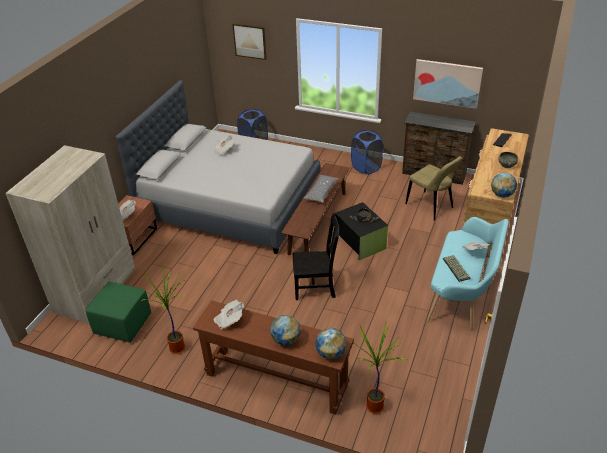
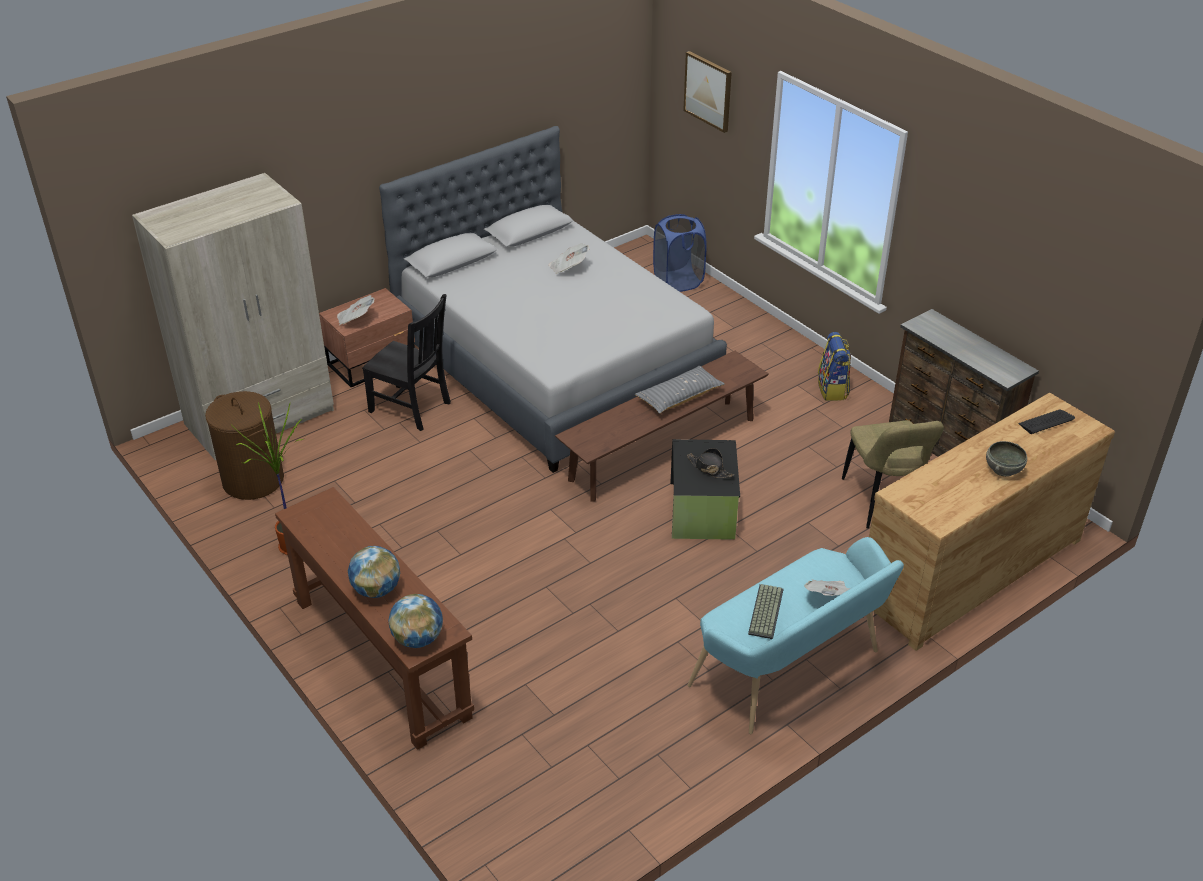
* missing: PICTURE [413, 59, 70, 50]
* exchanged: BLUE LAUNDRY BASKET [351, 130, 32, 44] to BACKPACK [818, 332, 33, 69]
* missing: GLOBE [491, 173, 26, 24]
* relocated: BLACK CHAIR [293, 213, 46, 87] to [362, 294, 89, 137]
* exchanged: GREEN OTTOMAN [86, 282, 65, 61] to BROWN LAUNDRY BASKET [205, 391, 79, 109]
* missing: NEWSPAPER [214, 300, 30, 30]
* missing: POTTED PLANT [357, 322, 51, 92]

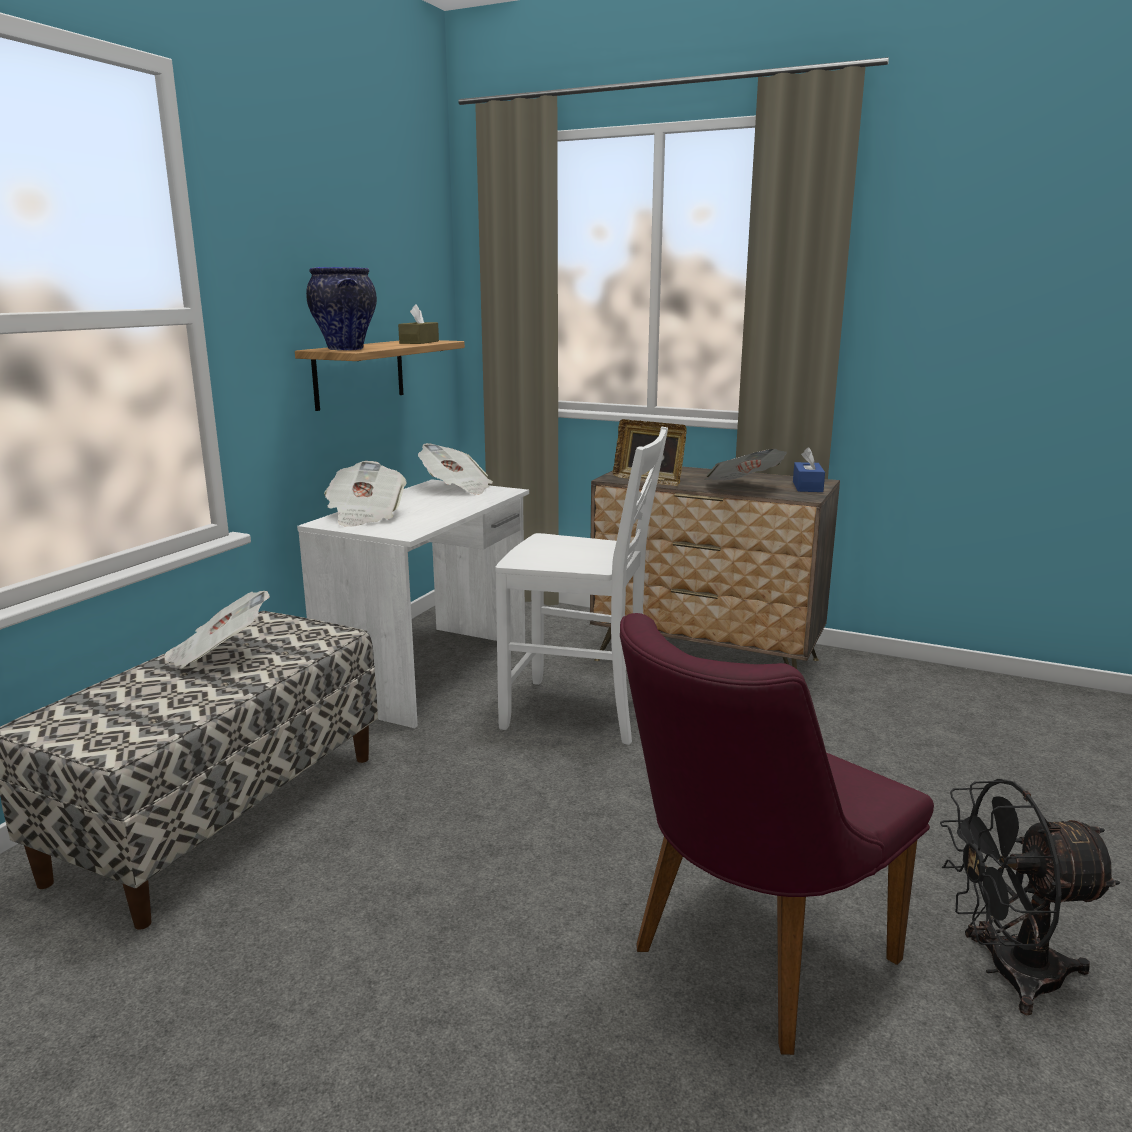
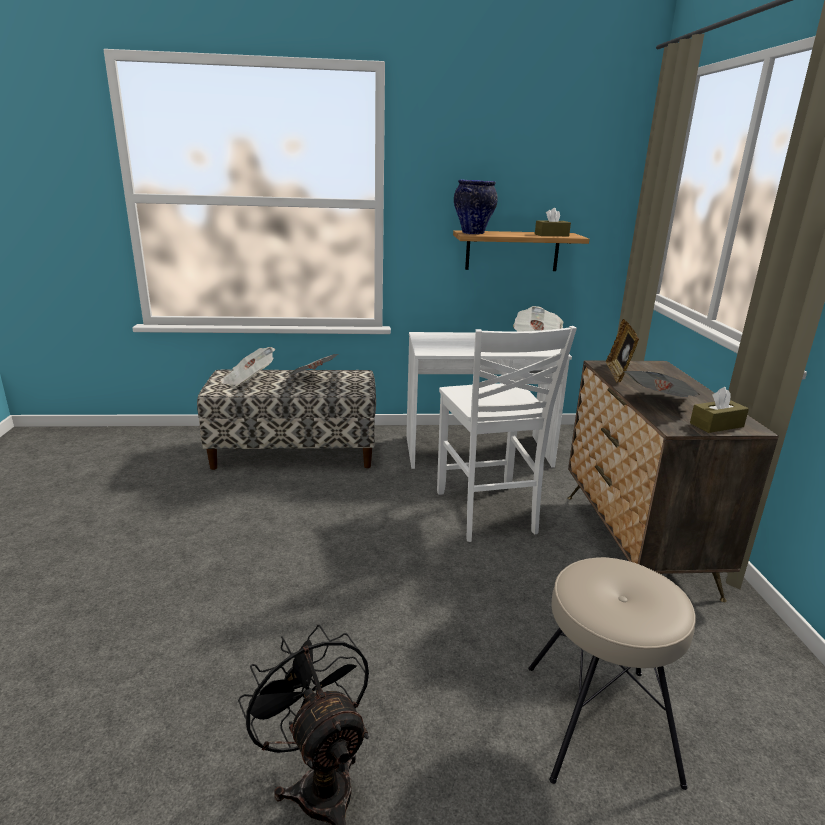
* colour: BLUE TISSUE BOX [793, 447, 32, 45] to BROWN TISSUE BOX [690, 387, 59, 46]
* relocated: NEWSPAPER [324, 461, 83, 66] to [220, 347, 55, 39]
* missing: PURPLE CHAIR [620, 613, 314, 442]
* appeared: BEIGE STOOL [528, 557, 168, 233]

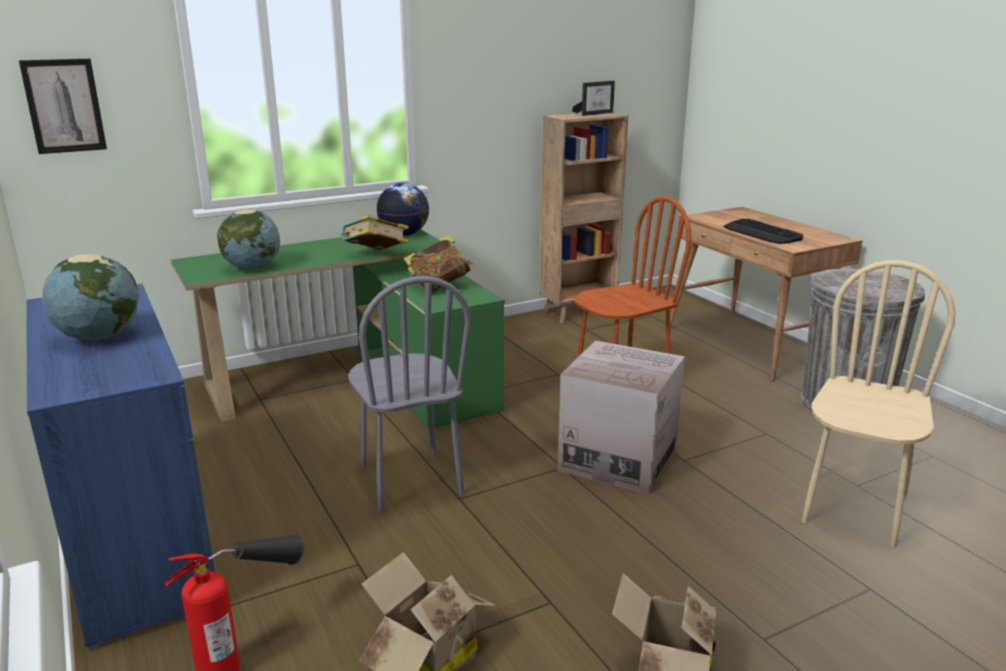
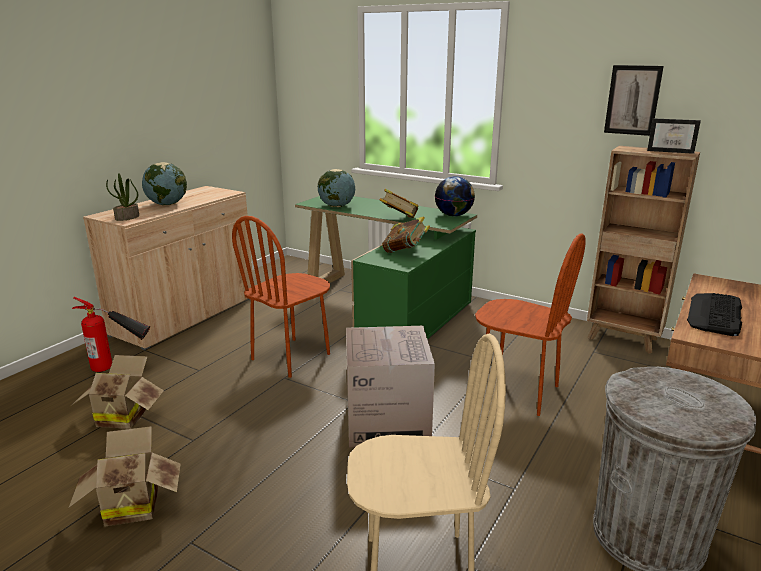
* relocated: PICTURE [19, 59, 88, 95] to [604, 65, 60, 71]
* colour: GREY CHAIR [348, 276, 123, 237] to BROWN CHAIR [232, 216, 98, 162]
* colour: BLUE CABINET [26, 283, 189, 368] to BEIGE CABINET [83, 186, 170, 164]
* appeared: POTTED PLANT [106, 173, 33, 48]

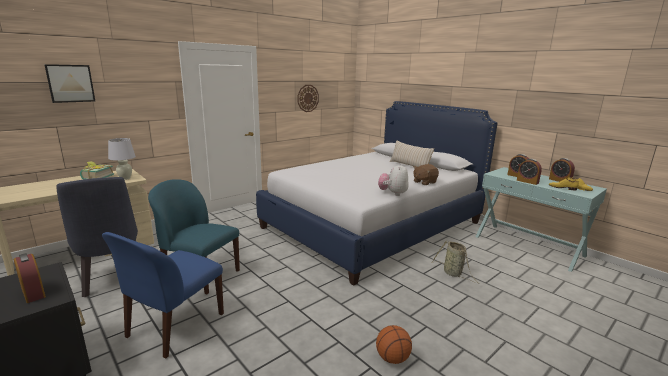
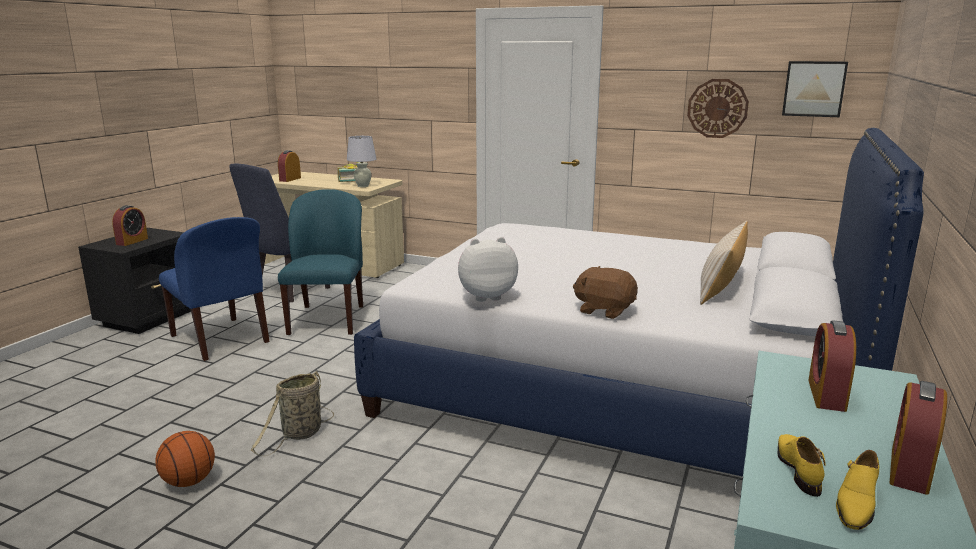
* relocated: PICTURE [44, 64, 51, 39] to [782, 61, 66, 56]
* relocated: ALARM CLOCK [517, 159, 25, 26] to [278, 150, 23, 32]
* spun: BLUE CHAIR [102, 232, 122, 127] = [159, 217, 111, 144] 135 degrees counterclockwise
* relocated: BASKET [432, 241, 47, 43] to [251, 371, 83, 85]

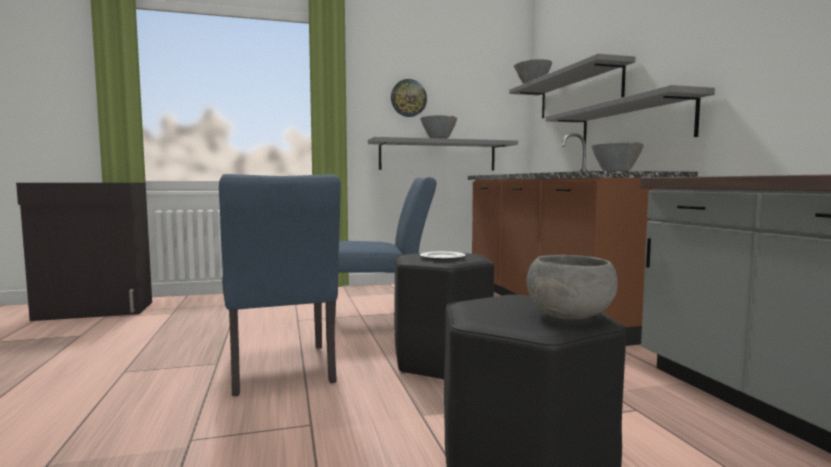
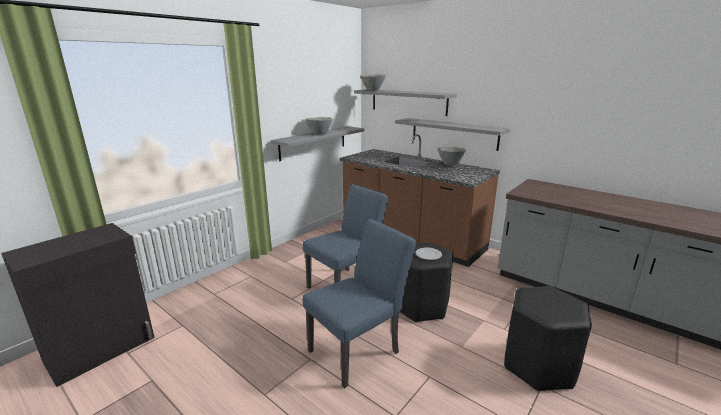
* missing: WALL CLOCK [391, 79, 36, 38]
* spun: BLUE CHAIR [219, 174, 122, 222] = [303, 219, 113, 169] 75 degrees counterclockwise
* missing: GREY BOWL [527, 255, 91, 64]

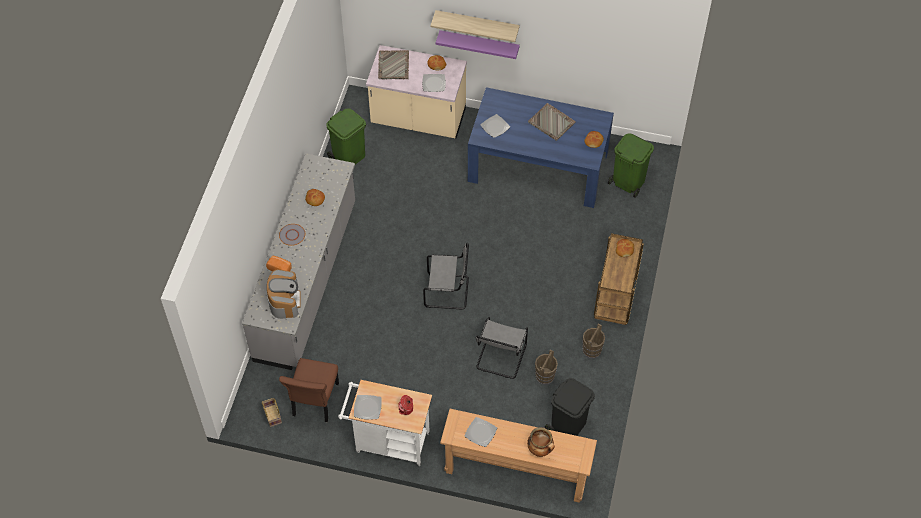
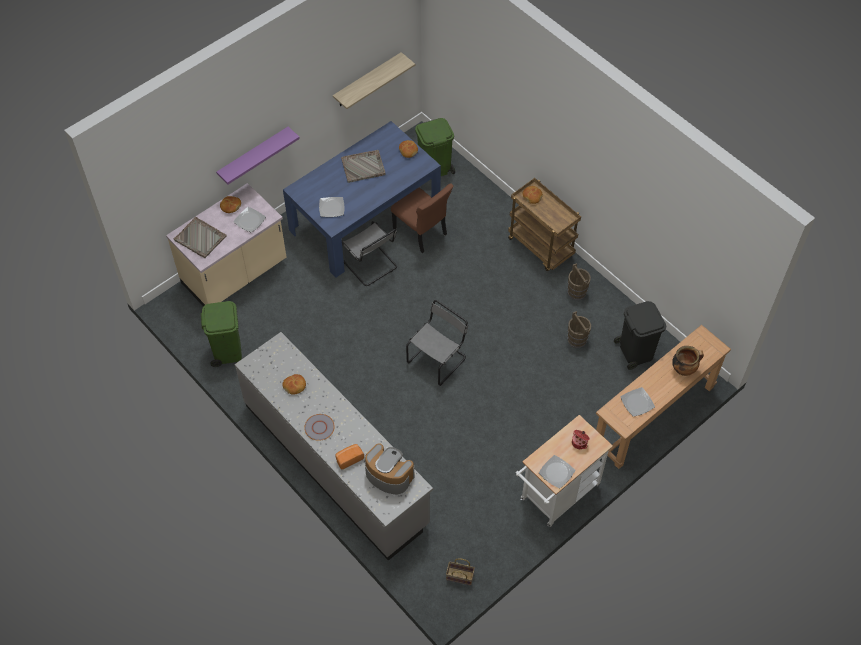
* relocated: SHELF [430, 10, 90, 32] to [333, 52, 82, 57]
* relocated: GREY CHAIR [476, 317, 52, 62] to [342, 221, 55, 65]
* relocated: BROWN CHAIR [279, 358, 60, 64] to [391, 183, 62, 70]

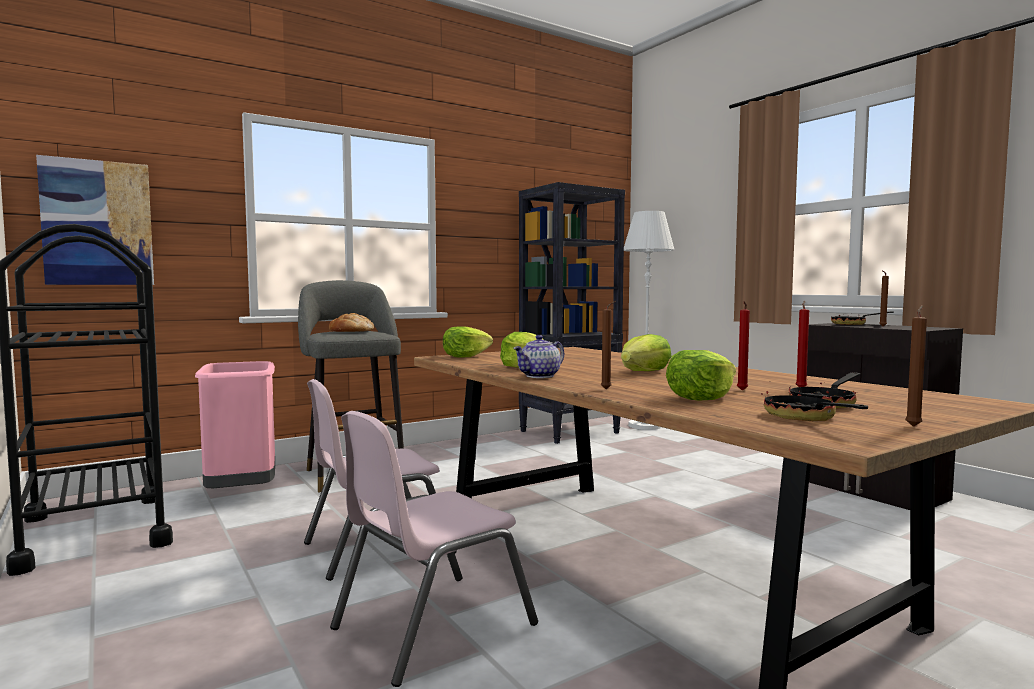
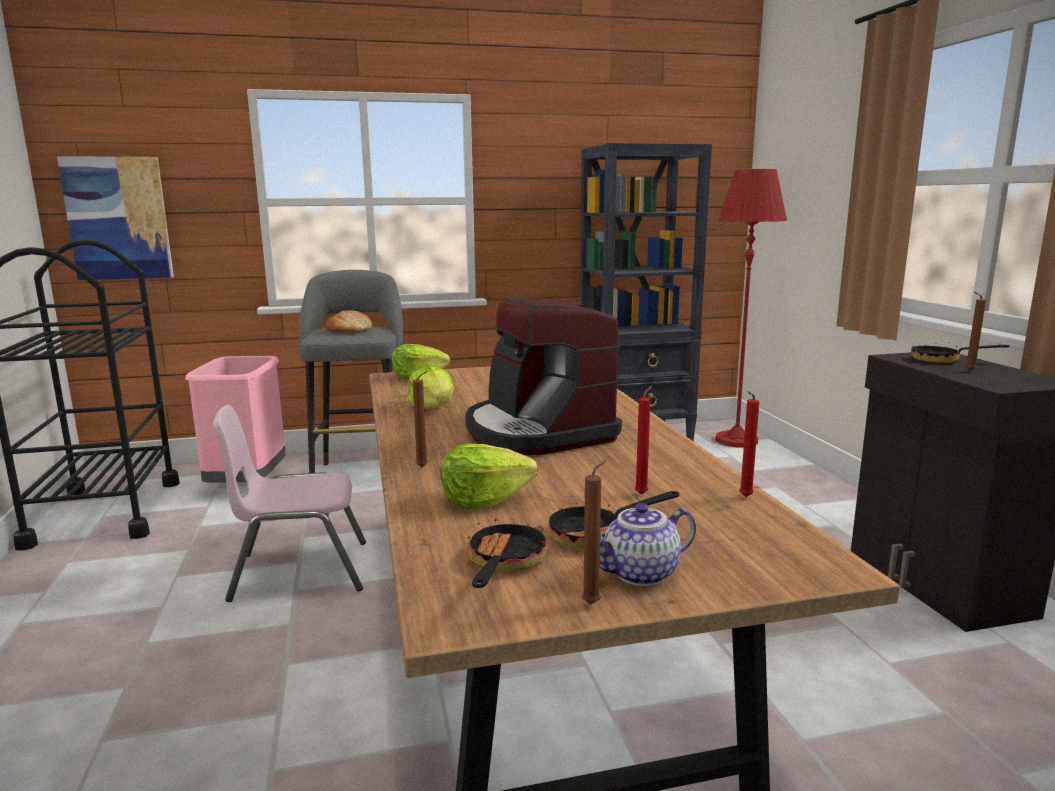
* colour: WHITE FLOOR LAMP [624, 211, 51, 219] to RED FLOOR LAMP [715, 169, 72, 279]
* relocated: RED CANDLE [737, 301, 13, 90] to [739, 391, 20, 106]
* exchanged: LETTUCE [621, 334, 50, 37] to COFFEE MACHINE [465, 297, 157, 158]
* relocated: TEAPOT [513, 335, 51, 43] to [600, 503, 96, 83]
* missing: PINK CHAIR [330, 411, 208, 276]

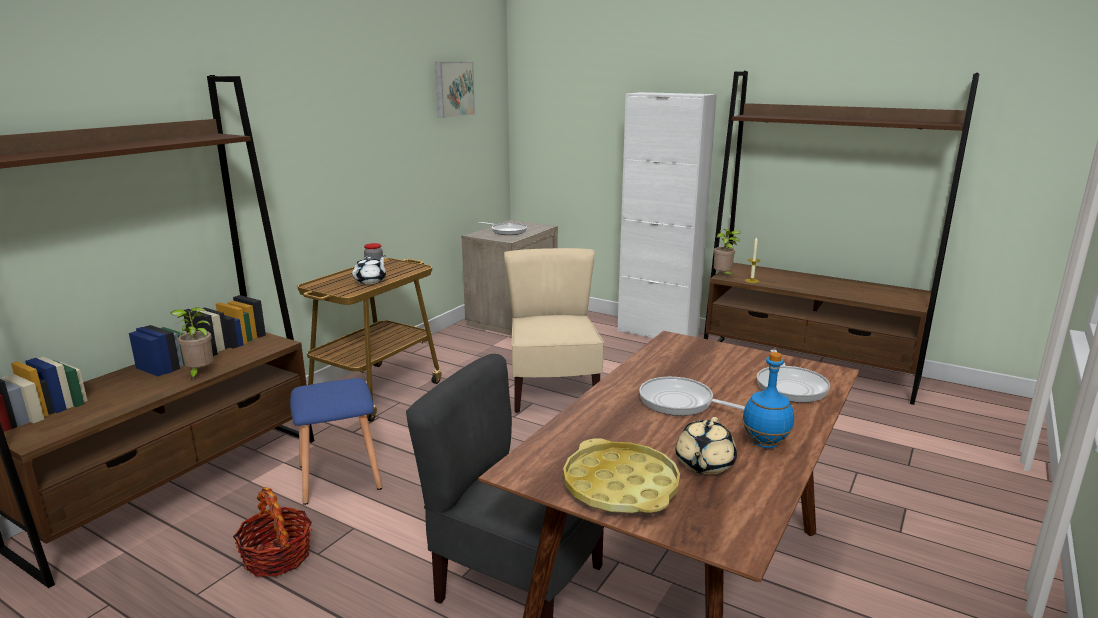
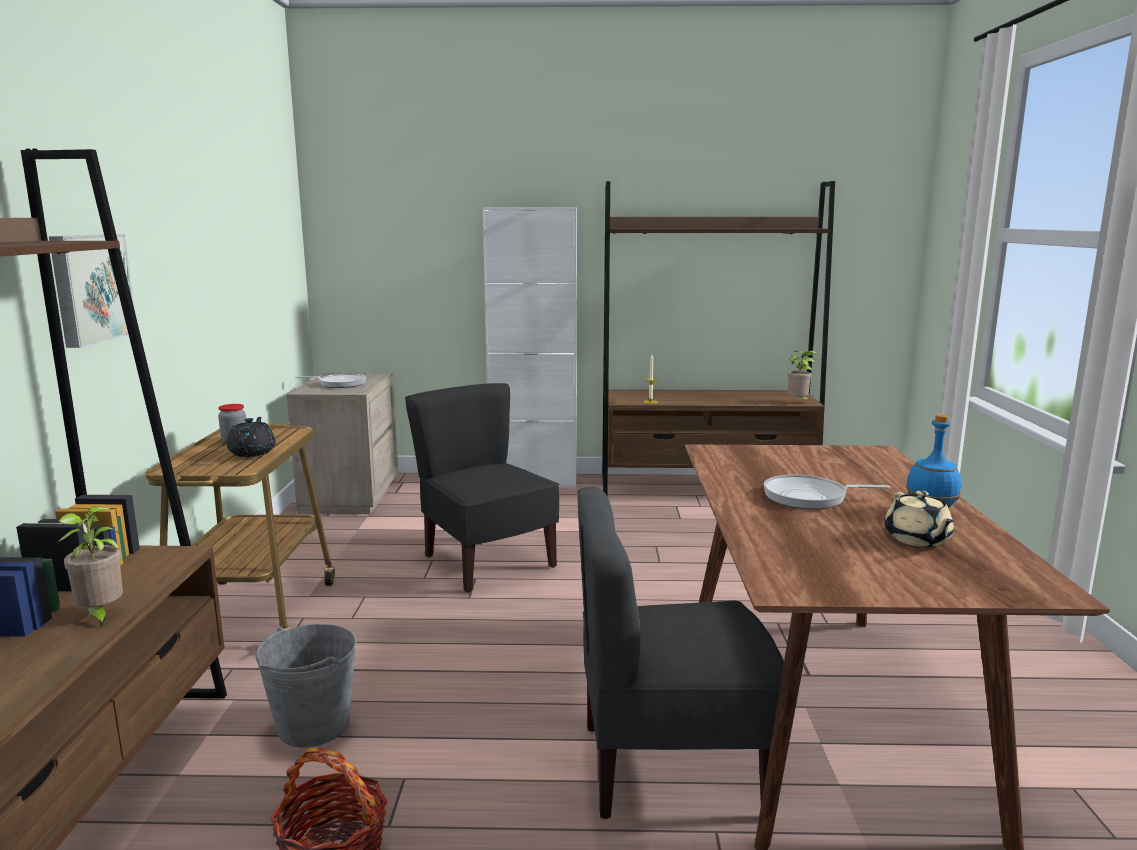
* relocated: PICTURE [435, 62, 40, 56] to [49, 234, 86, 114]
* relocated: POTTED PLANT [714, 229, 27, 49] to [788, 351, 30, 50]
* colour: BEIGE CHAIR [504, 248, 100, 165] to BLACK CHAIR [405, 383, 154, 210]
* colour: WHITE TEAPOT [352, 255, 34, 29] to BLACK TEAPOT [227, 417, 49, 40]
* missing: FRYING PAN [757, 350, 73, 53]
* exchanged: BLUE STOOL [290, 378, 92, 127] to GREY BUCKET [255, 624, 102, 123]
* missing: YELLOW TRAY [563, 438, 117, 75]

